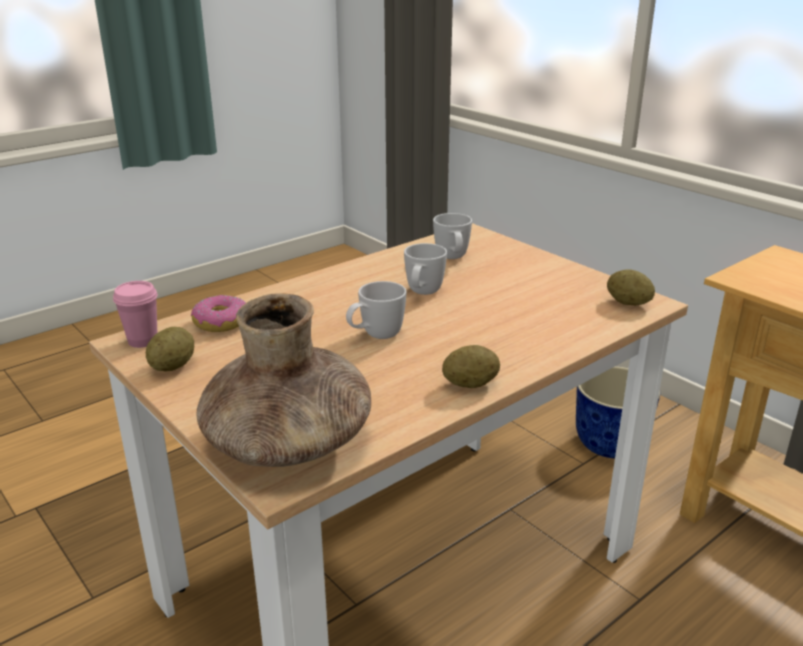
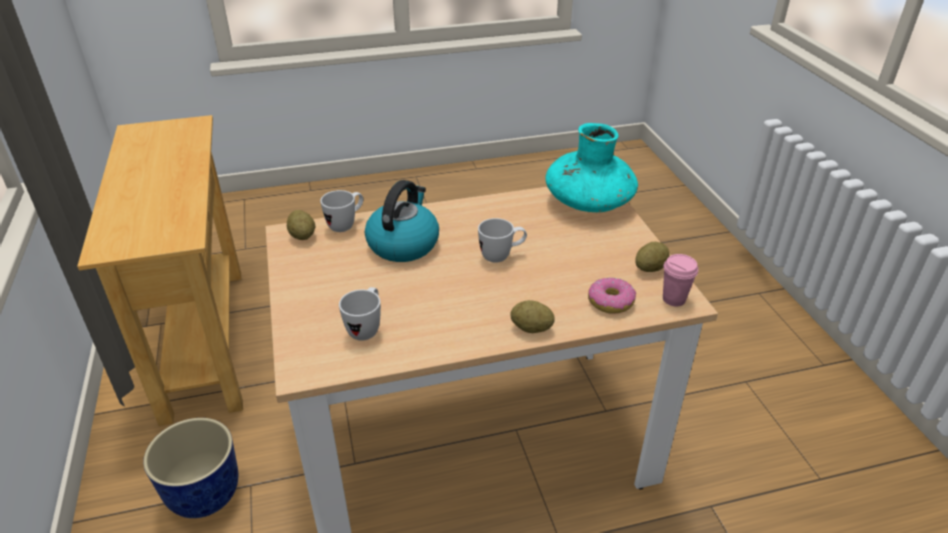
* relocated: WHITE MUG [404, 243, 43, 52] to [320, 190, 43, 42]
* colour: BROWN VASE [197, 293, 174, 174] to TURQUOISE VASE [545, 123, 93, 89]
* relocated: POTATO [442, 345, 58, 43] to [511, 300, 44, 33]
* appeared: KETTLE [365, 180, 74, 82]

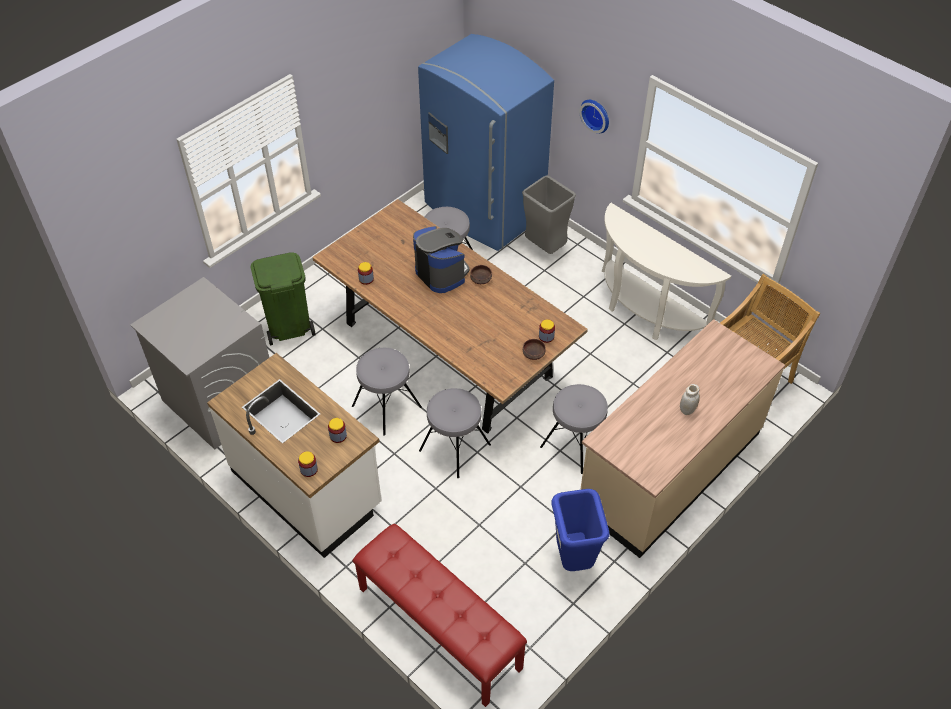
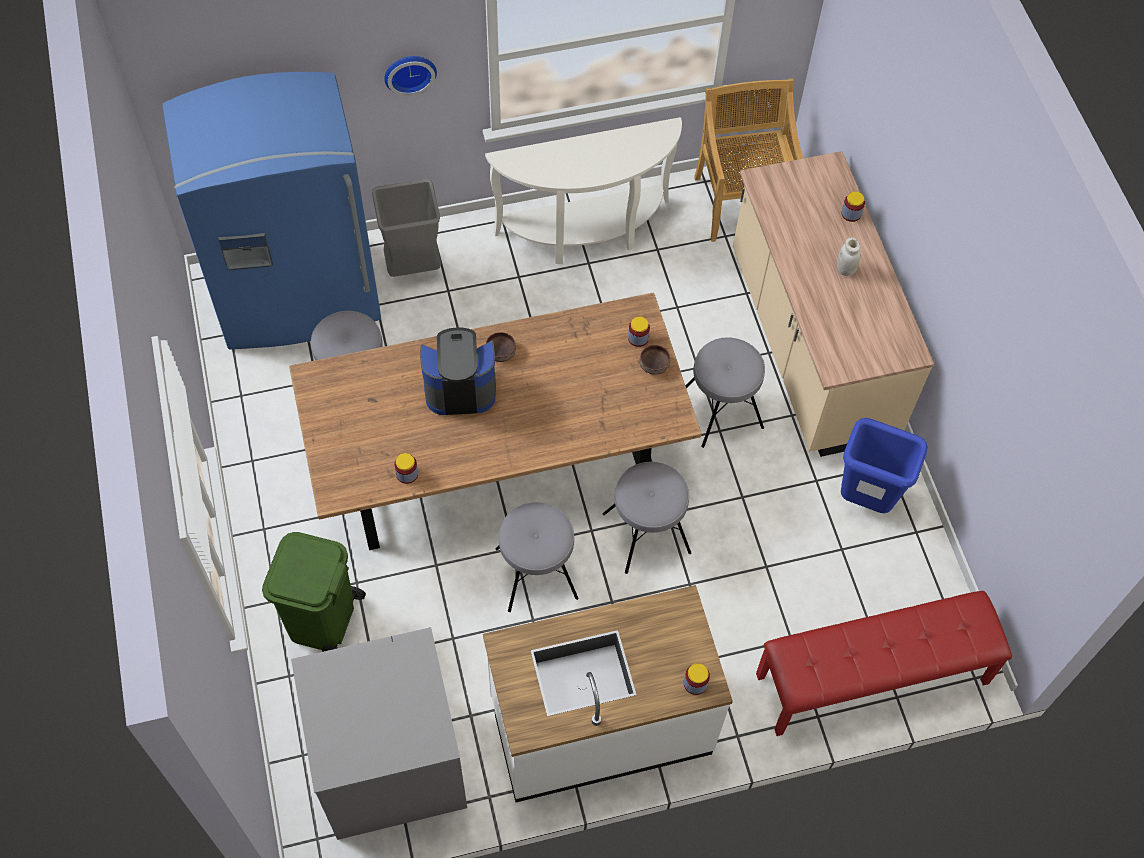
* relocated: JAR [328, 418, 19, 25] to [841, 191, 24, 31]

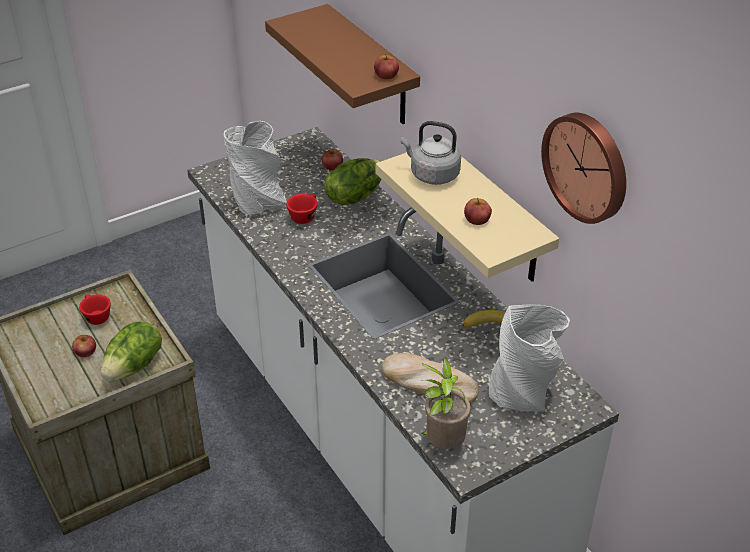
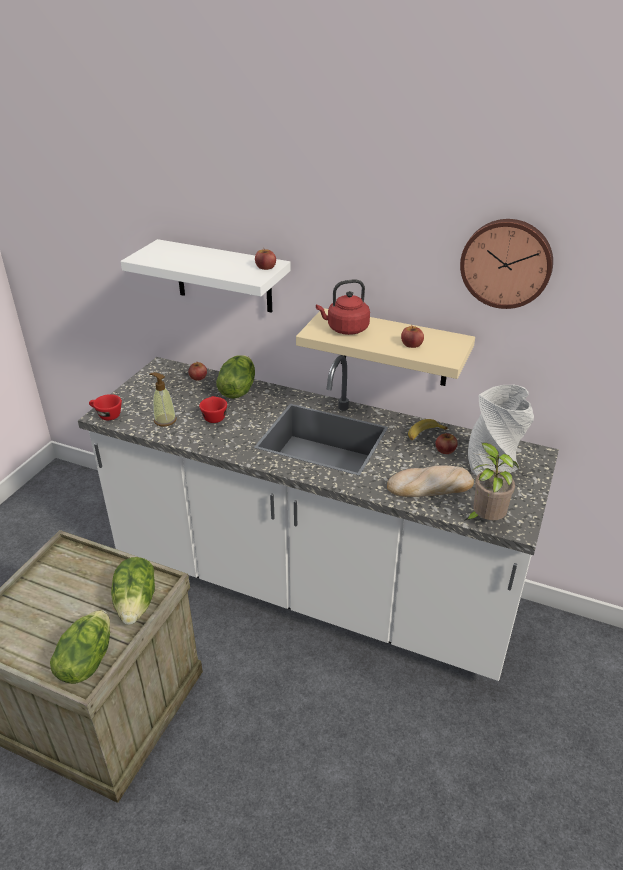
* colour: BROWN SHELF [265, 4, 155, 120] to WHITE SHELF [120, 239, 171, 74]
* exchanged: GREY VASE [223, 121, 64, 95] to SOAP DISPENSER [149, 372, 28, 54]
* colour: GREY KETTLE [401, 121, 60, 64] to RED KETTLE [316, 279, 54, 56]
* relocated: RED CUP [79, 294, 32, 31] to [89, 394, 33, 26]
* relocated: APPLE [72, 335, 24, 22] to [435, 433, 23, 21]
* appeared: LETTUCE [50, 610, 60, 74]

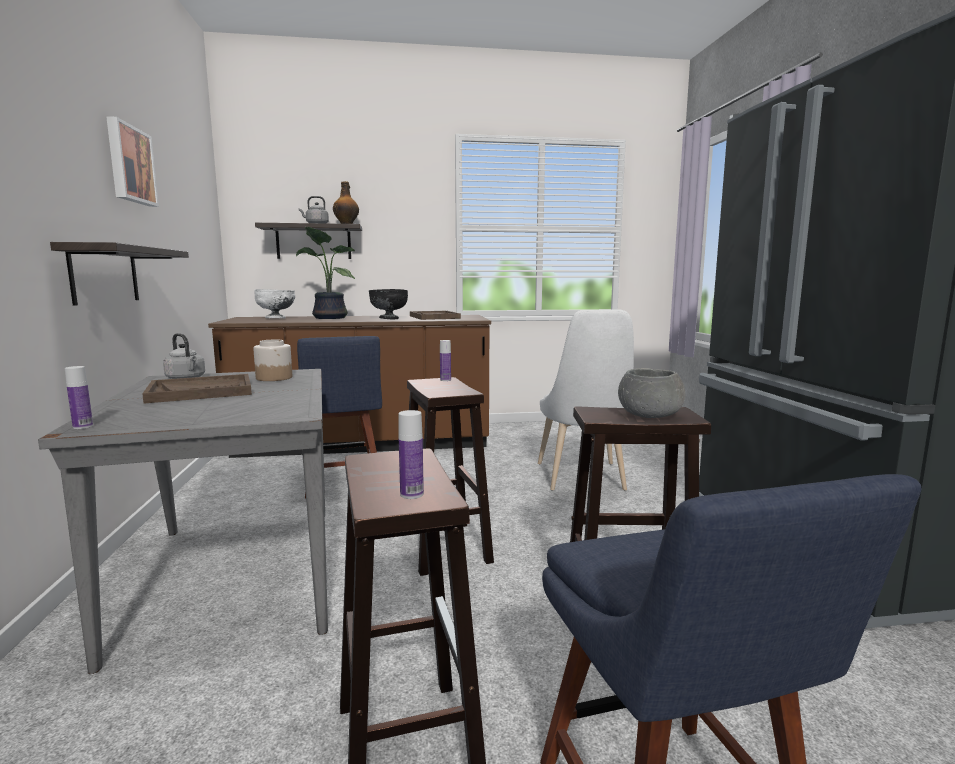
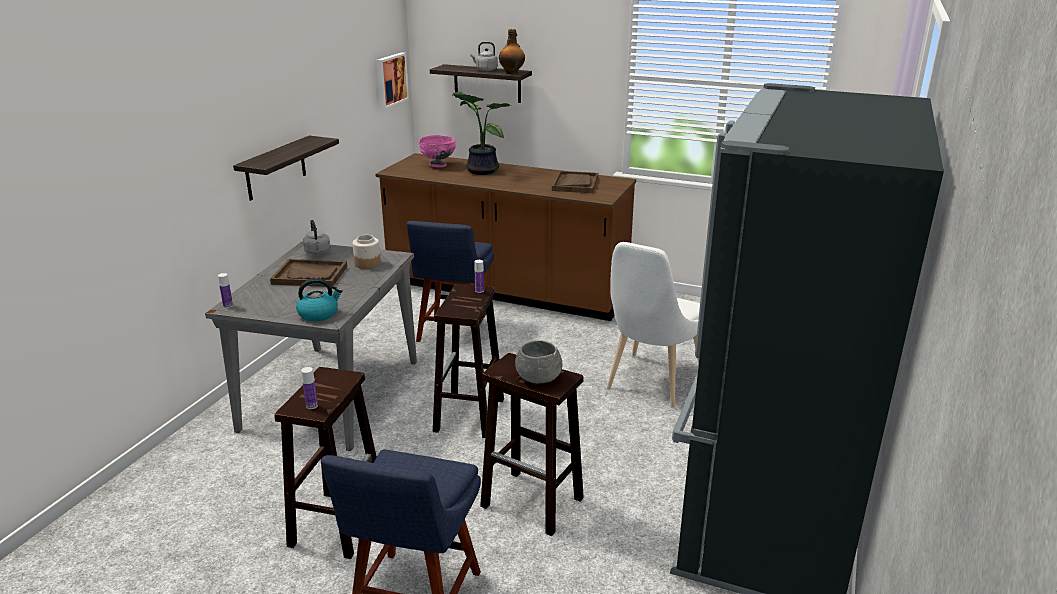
* relocated: PICTURE [106, 116, 53, 91] to [376, 53, 33, 56]
* colour: WHITE BOWL [254, 289, 41, 29] to PINK BOWL [419, 135, 37, 32]
* missing: BLACK BOWL [369, 289, 39, 30]
* appeared: KETTLE [296, 278, 47, 43]

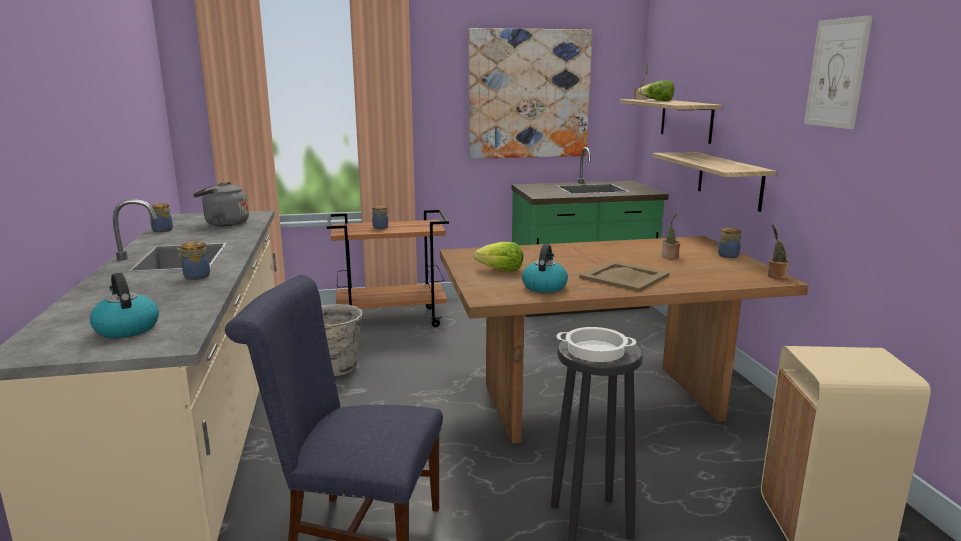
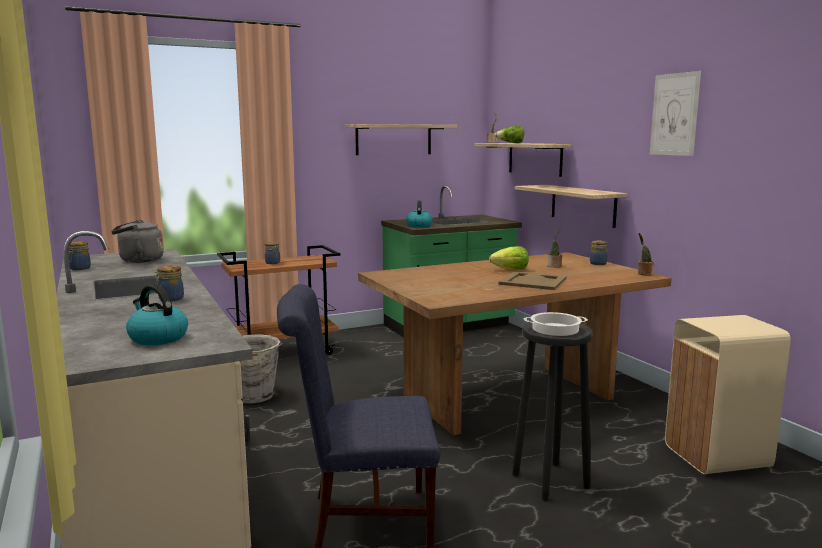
* exchanged: PICTURE [468, 28, 124, 131] to SHELF [345, 124, 112, 31]
* relocated: LETTUCE [474, 242, 49, 29] to [489, 246, 40, 24]
* relocated: KETTLE [522, 244, 46, 49] to [406, 200, 27, 27]

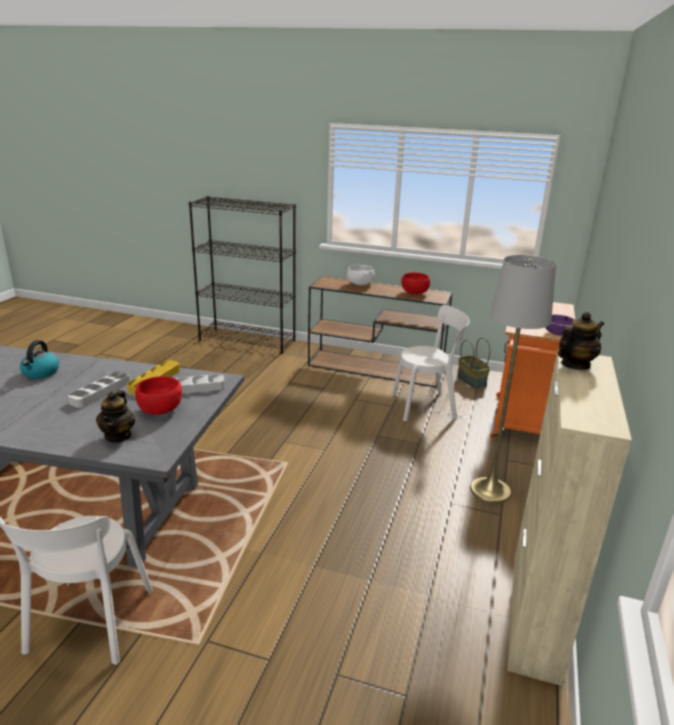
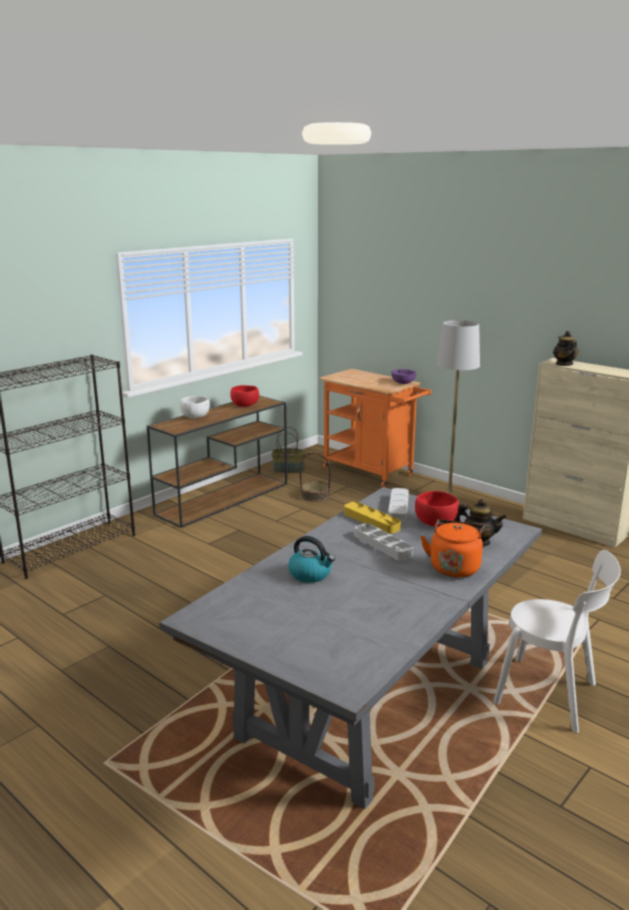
* exchanged: WHITE CHAIR [392, 305, 78, 116] to BASKET [300, 452, 31, 50]
* appeared: ORANGE KETTLE [421, 519, 64, 59]

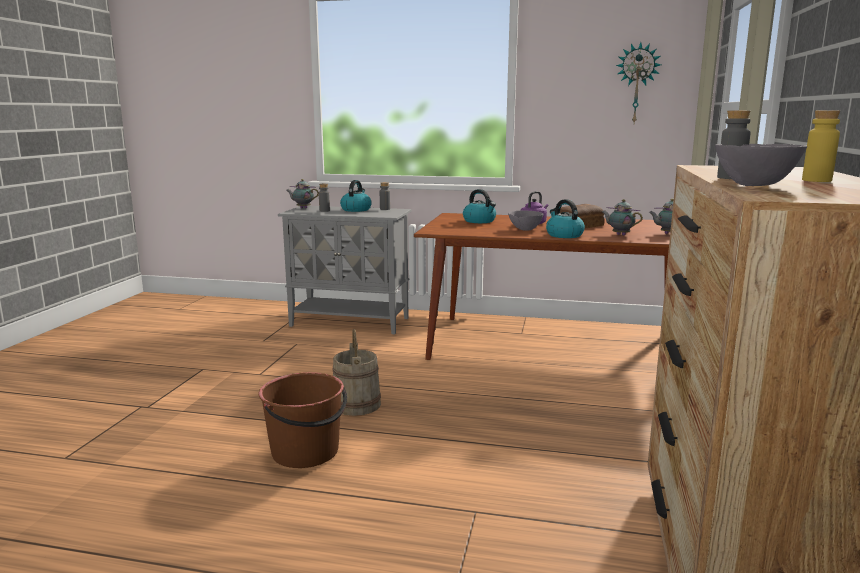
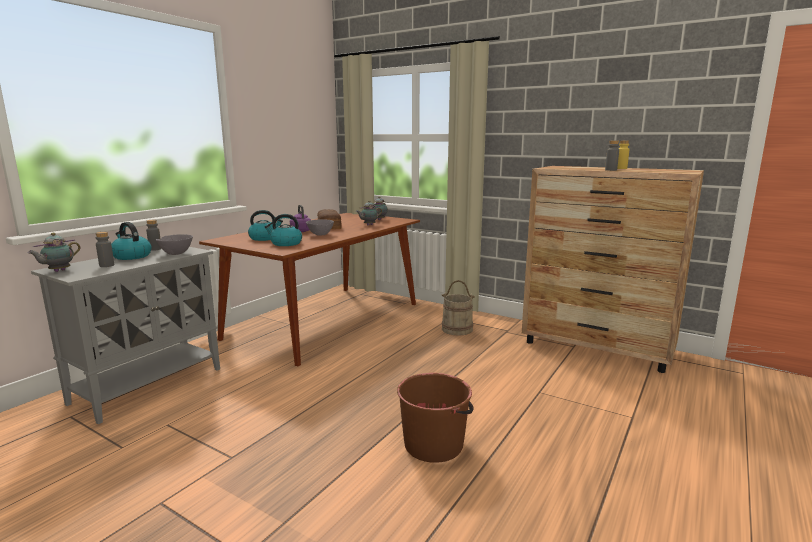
* missing: WALL CLOCK [616, 42, 45, 81]
* relocated: GREY BOWL [715, 144, 92, 42] to [156, 234, 37, 21]
* relocated: KETTLE [546, 199, 39, 39] to [265, 214, 37, 32]
* relocated: BEIGE BUCKET [333, 329, 48, 87] to [442, 280, 33, 56]

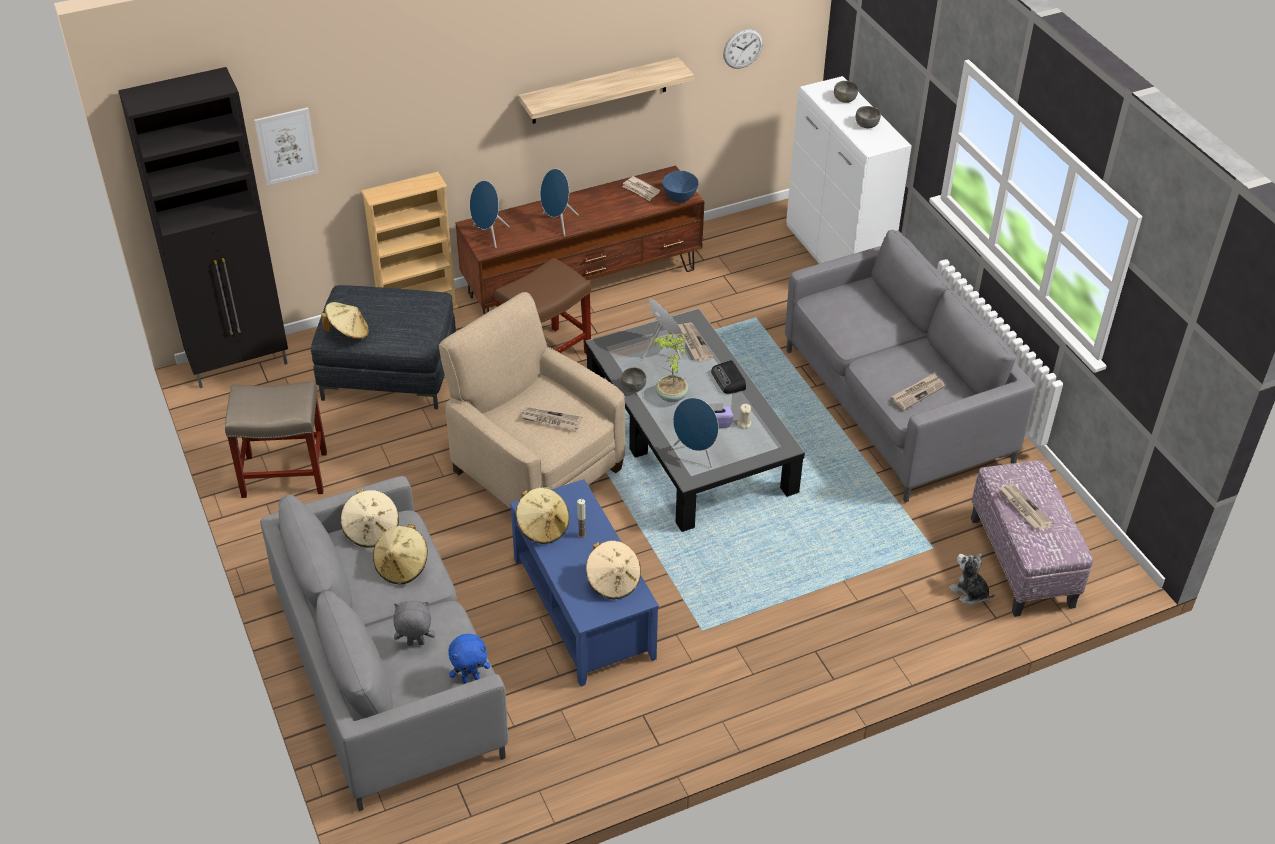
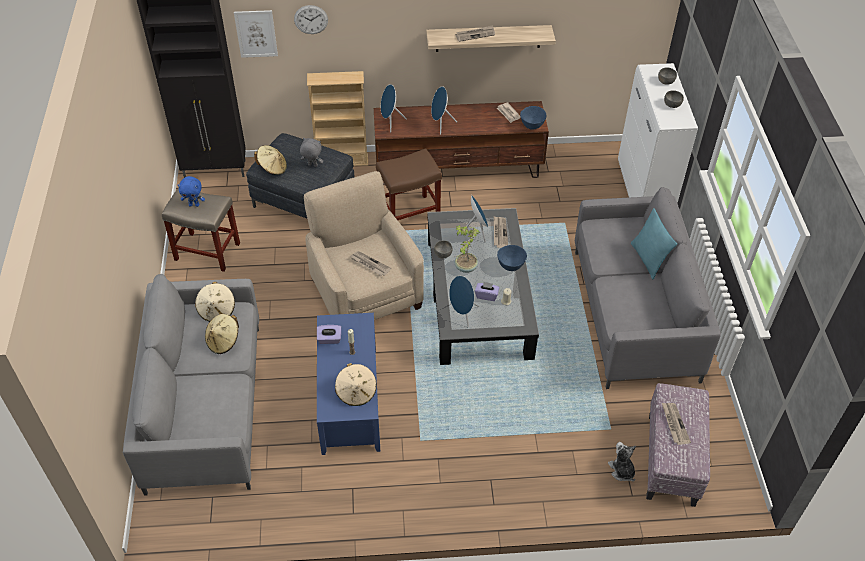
* relocated: WALL CLOCK [723, 28, 40, 41] to [294, 5, 34, 29]
* exchanged: RADIO [711, 360, 35, 34] to BLUE BOWL [497, 245, 30, 26]
* relocated: NEWSPAPER [892, 373, 53, 37] to [455, 25, 40, 17]
* exchanged: BEIGE HAT [516, 488, 53, 56] to PURPLE TISSUE BOX [317, 325, 24, 19]
* relocated: GREY PLUSH TOY [393, 601, 42, 45] to [300, 138, 23, 29]
* relocated: BLUE PLUSH TOY [449, 634, 41, 49] to [178, 176, 27, 31]
* appeared: TURQUOISE PILLOW [631, 208, 46, 71]

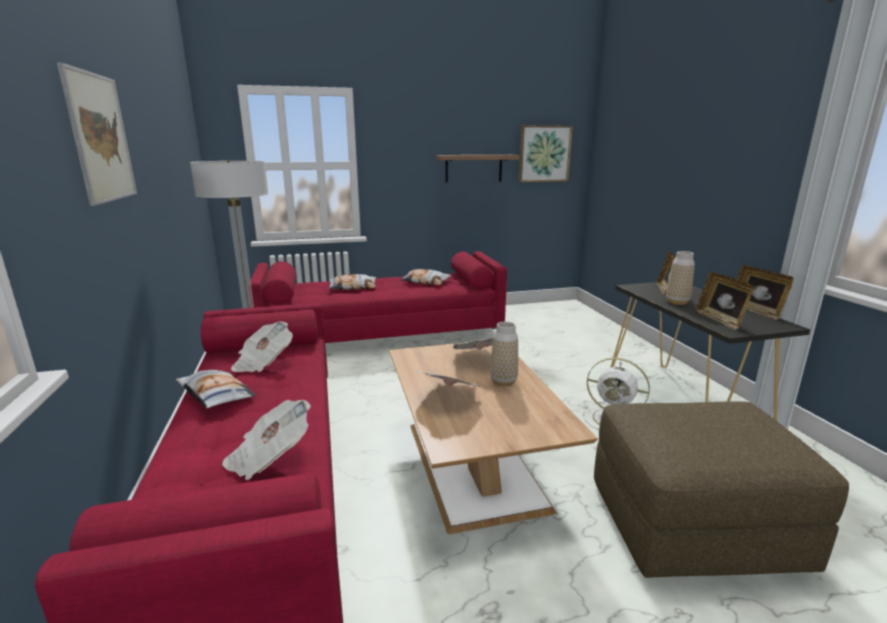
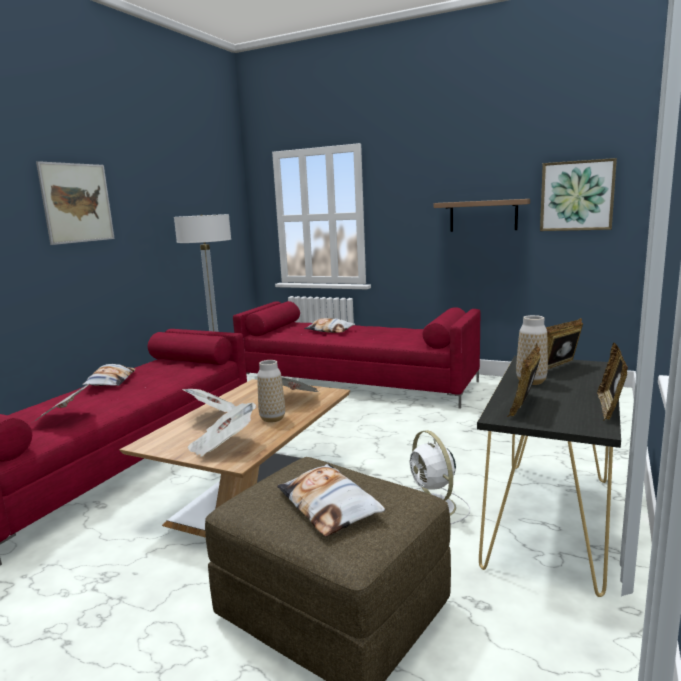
* relocated: PILLOW [400, 269, 51, 16] to [277, 464, 108, 73]
* relocated: NEWSPAPER [231, 321, 62, 51] to [188, 403, 68, 54]

